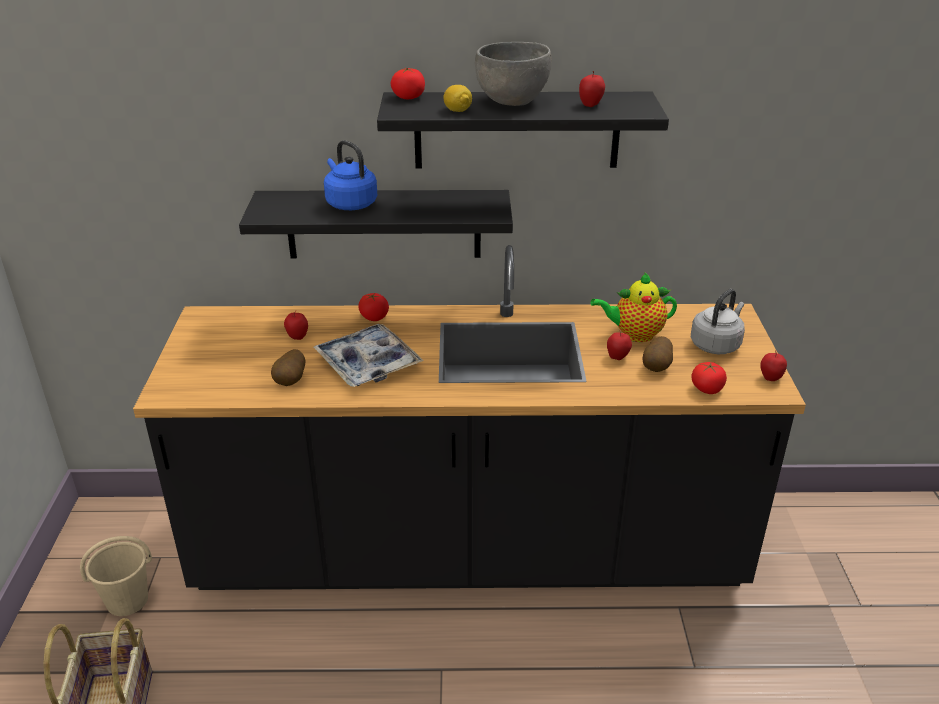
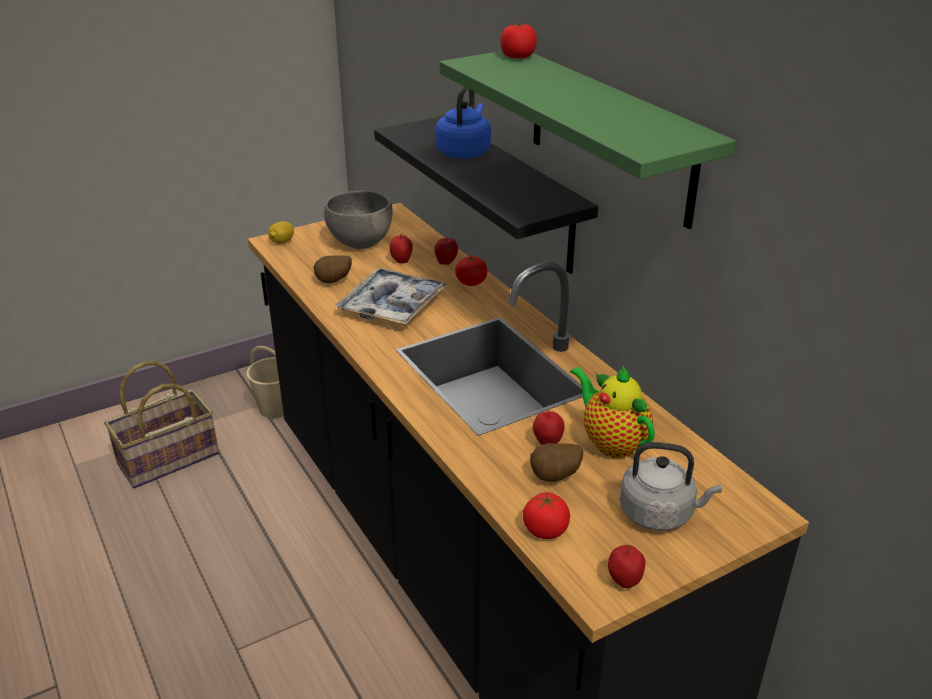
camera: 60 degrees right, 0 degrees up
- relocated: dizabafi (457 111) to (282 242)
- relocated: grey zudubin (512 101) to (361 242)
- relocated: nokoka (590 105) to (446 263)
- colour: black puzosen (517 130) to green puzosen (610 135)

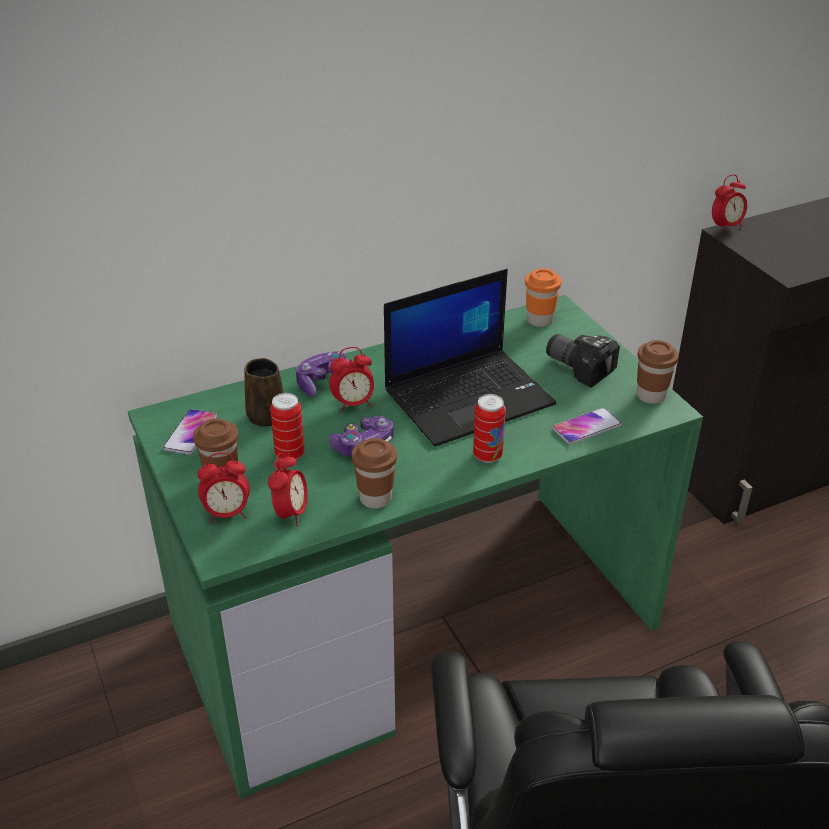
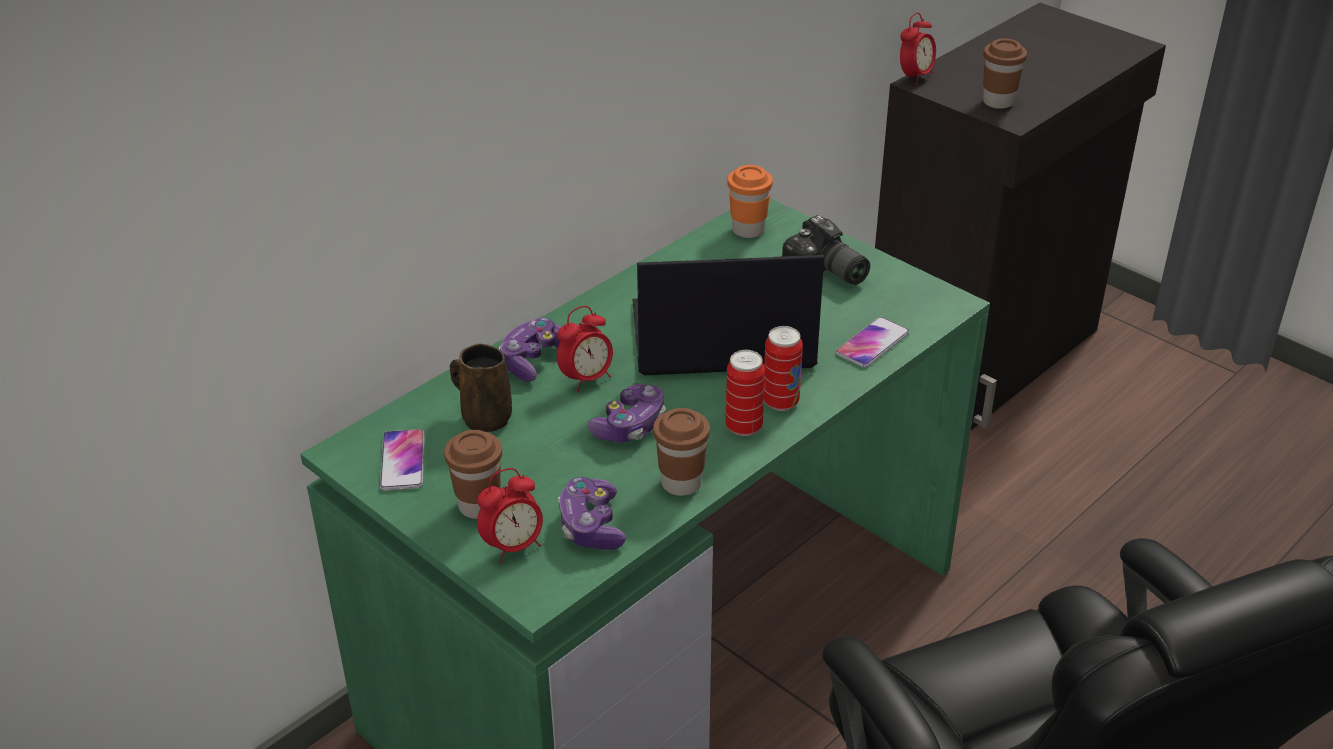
camera: 20 degrees left, 0 degrees up
- relocated: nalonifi (290 454) to (744 427)
- relocated: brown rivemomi (651 396) to (998 102)
- exchanged: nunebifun (291 513) to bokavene (591 526)
- spun: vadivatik (469 396) = (719 338) 135 degrees counterclockwise
- spun: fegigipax (580 366) = (825 274) 150 degrees counterclockwise

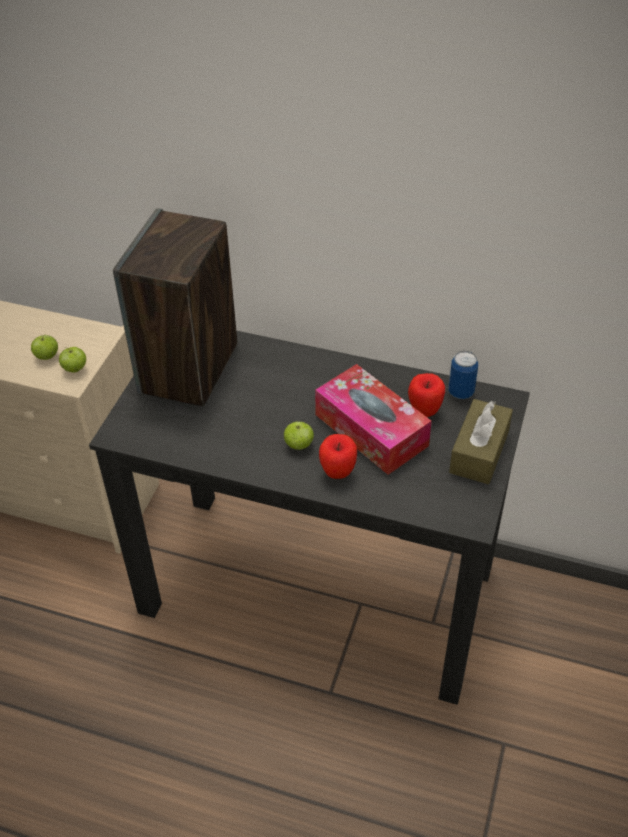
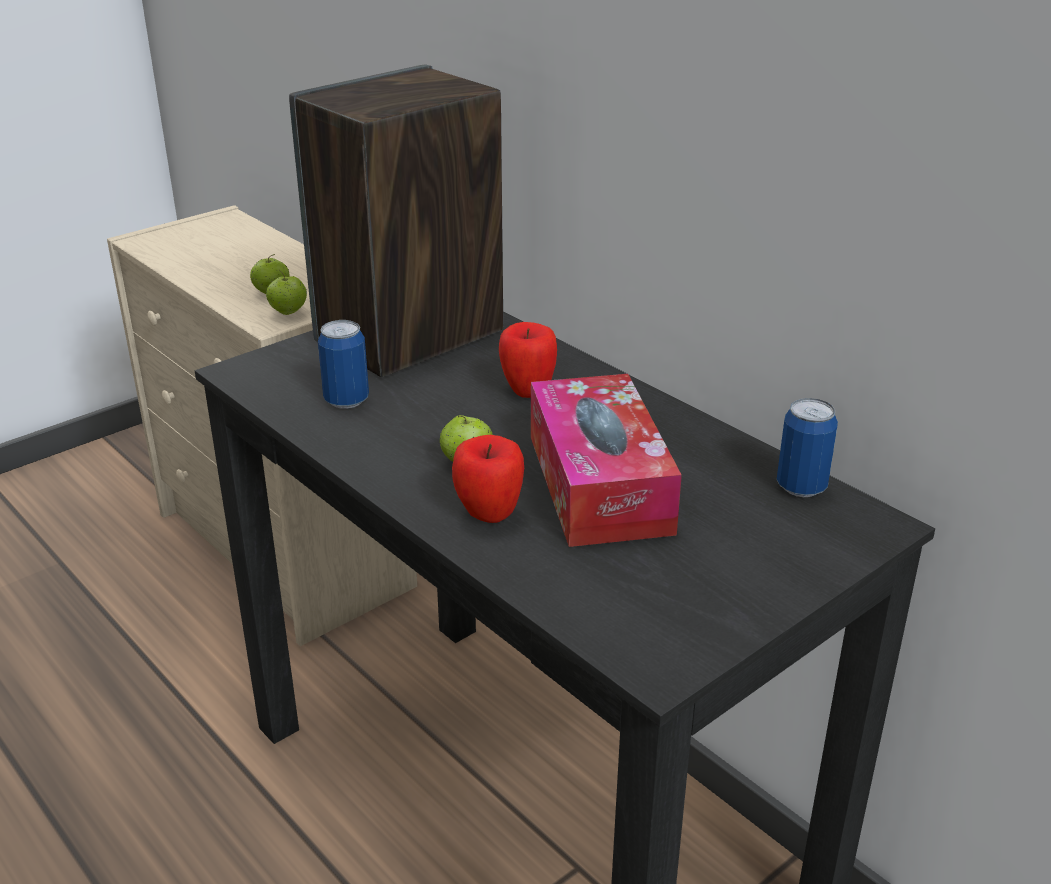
camera: 30 degrees right, 15 degrees down
- missing: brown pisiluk (479 452)
- appeared: nalonifi (346 400)
- relocated: nokoka (424 411) to (527 392)

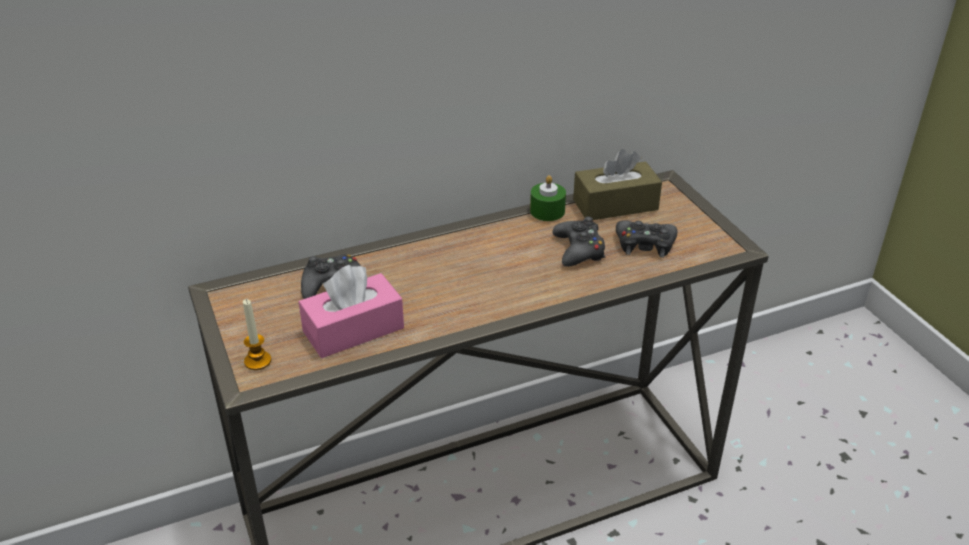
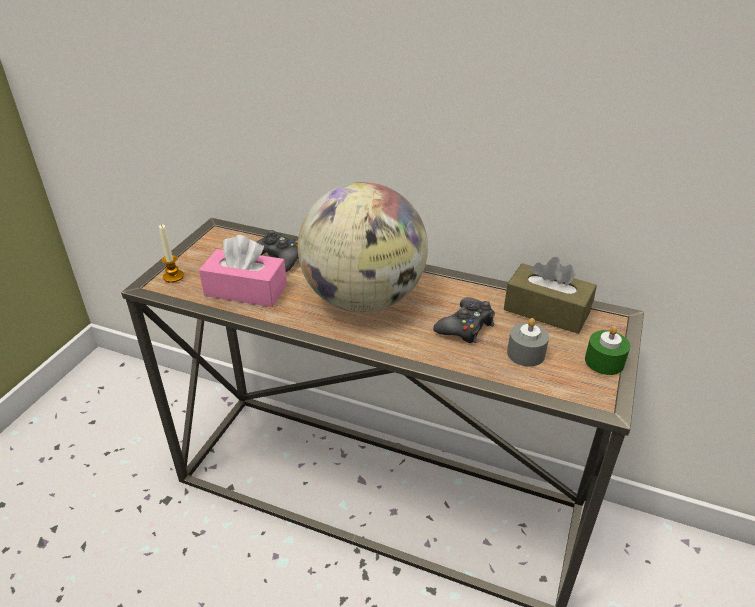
camera: 45 degrees right, 0 degrees up
- appeared: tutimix (364 300)
- relocated: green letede (547 211) to (604 361)
- exchanged: black bokavene (645 244) to grey letede (526 353)

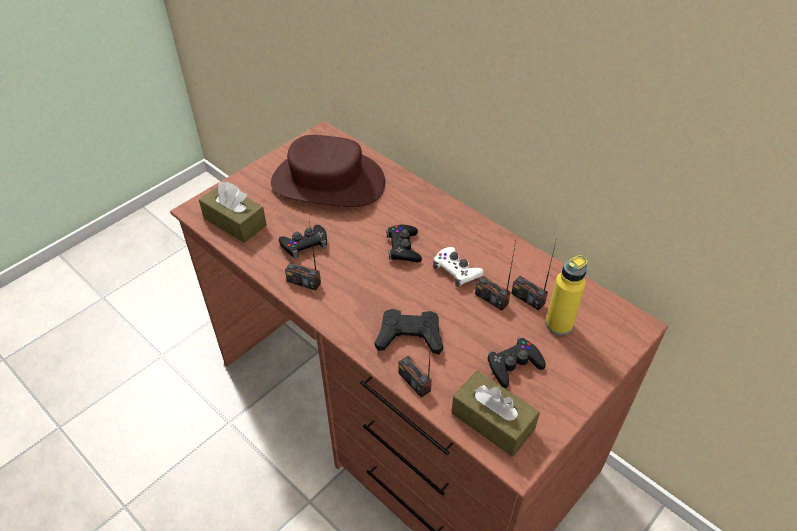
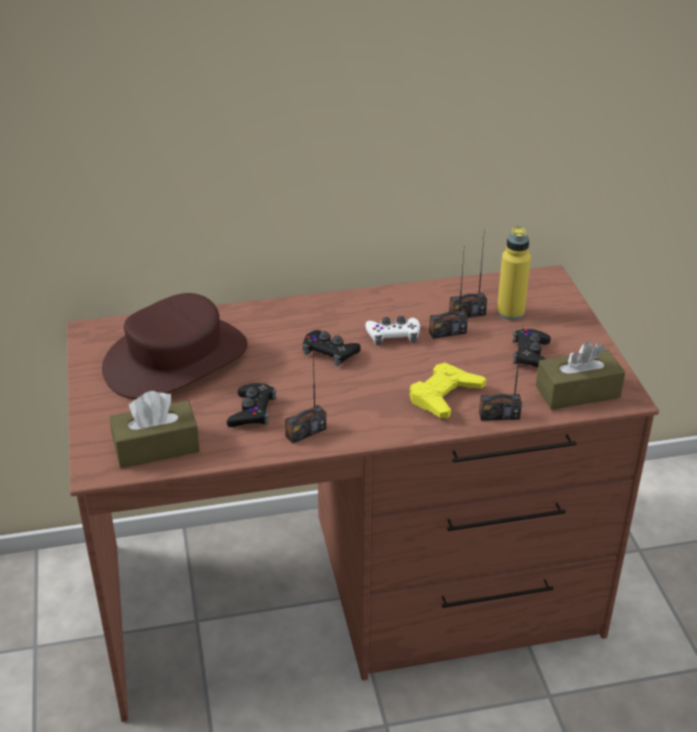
camera: 55 degrees left, 10 degrees down
- colour: black bokavene (409 336) to yellow bokavene (444 396)

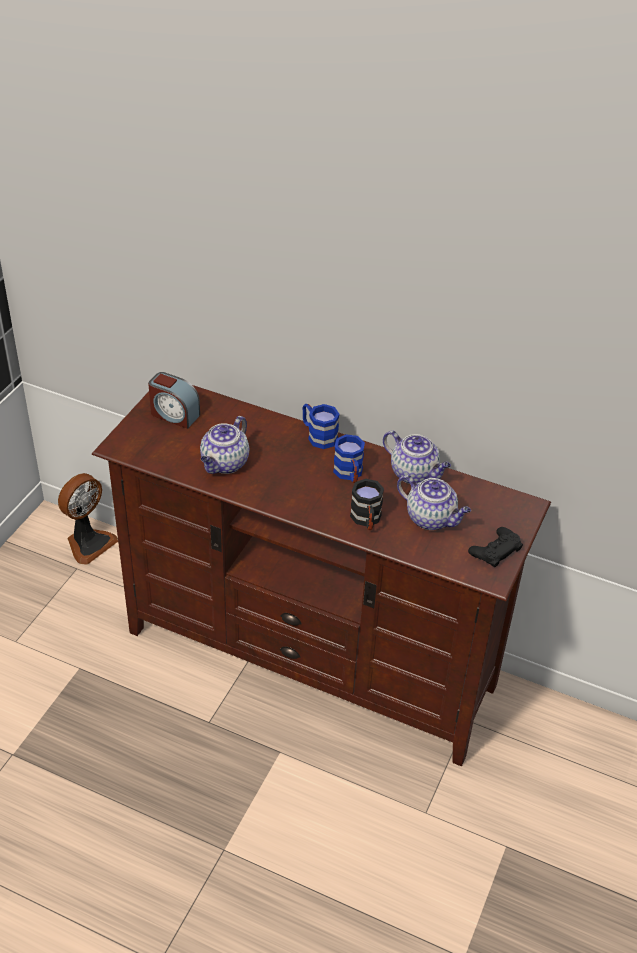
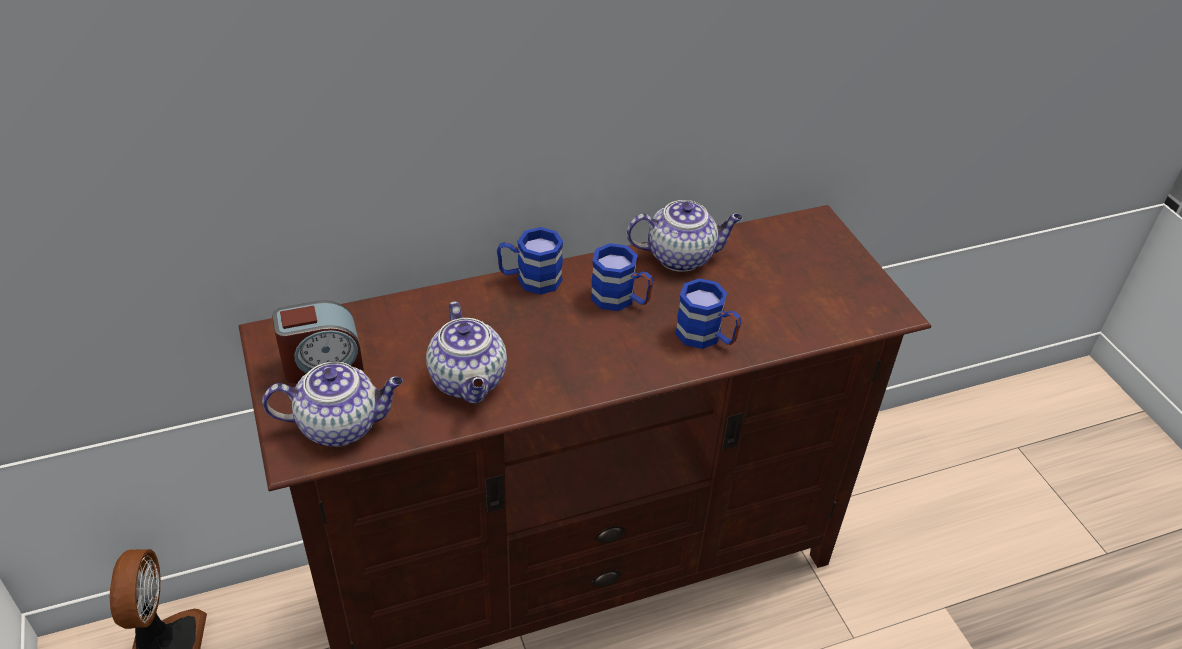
camera: 45 degrees left, 0 degrees up
- missing: black bokavene (495 550)
- relocated: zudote (431 519) to (341 425)
- colour: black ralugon (366 520) to blue ralugon (706 337)

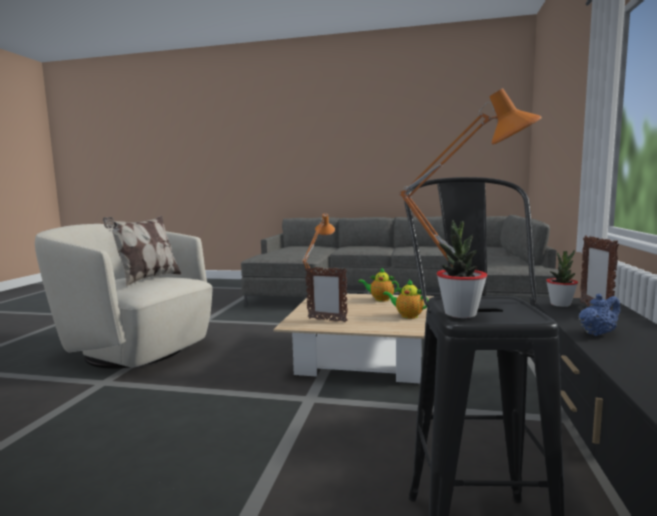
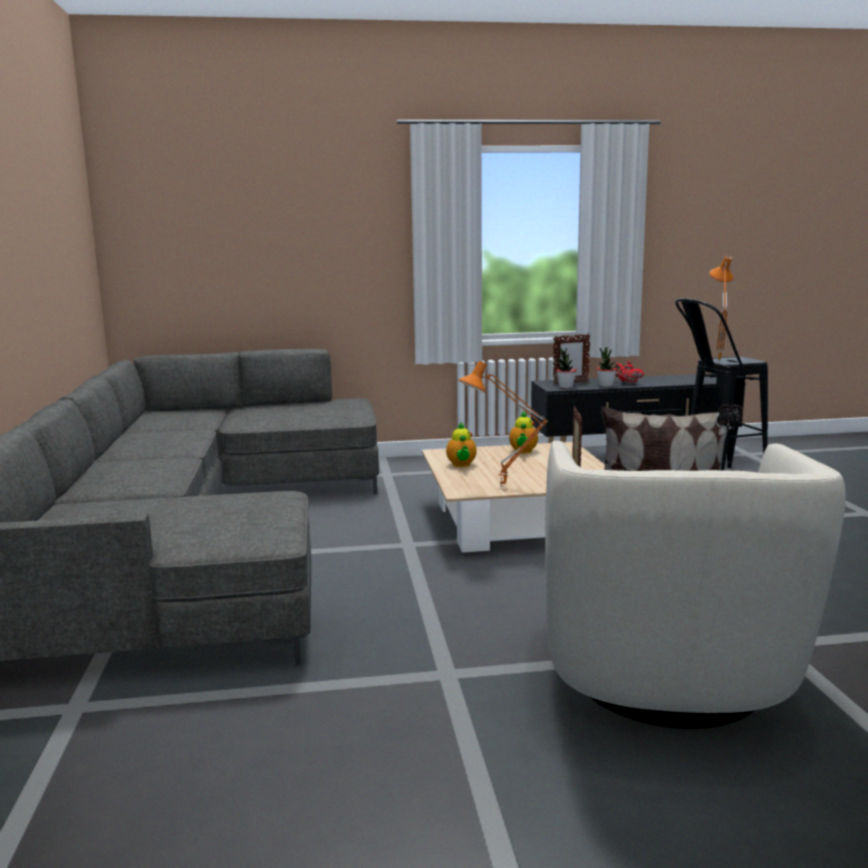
camera: 110 degrees left, 5 degrees up
- relocated: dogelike (460 314) to (606 386)
- colour: blue zudote (597 333) to red zudote (627 384)

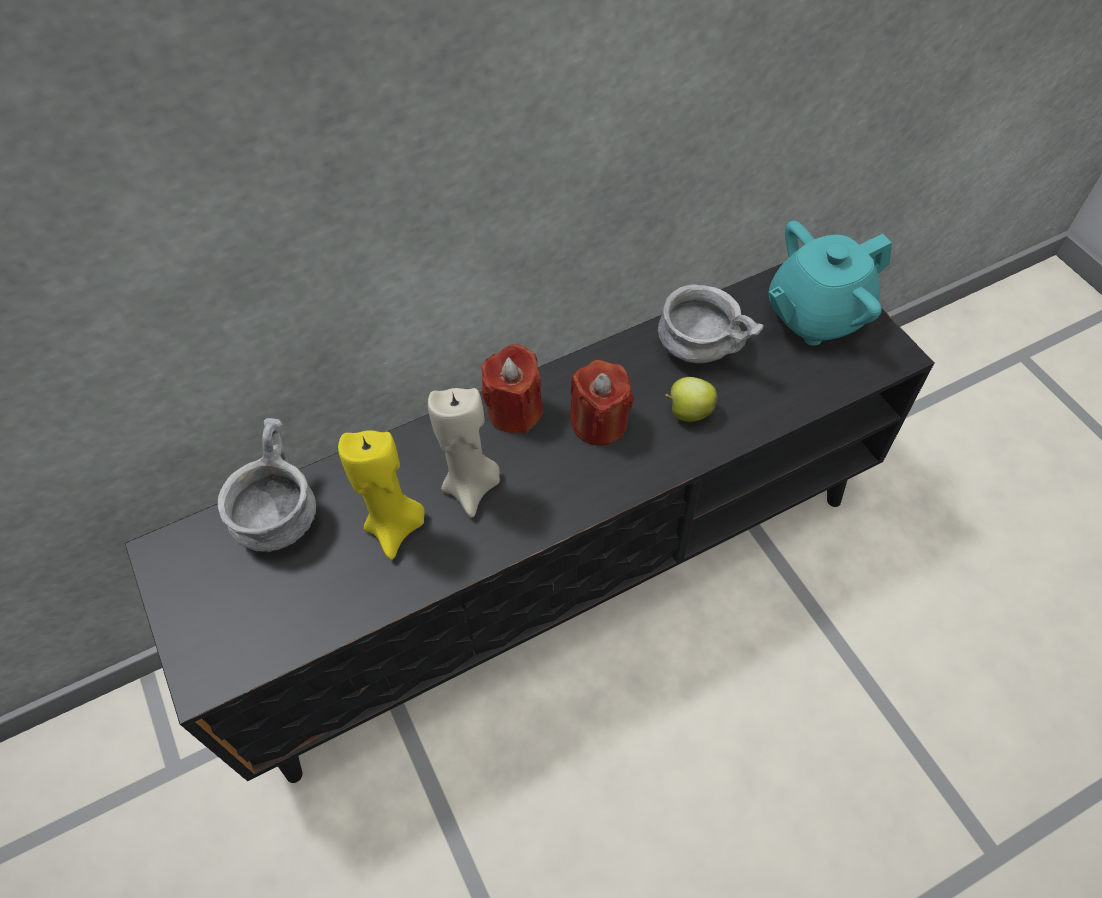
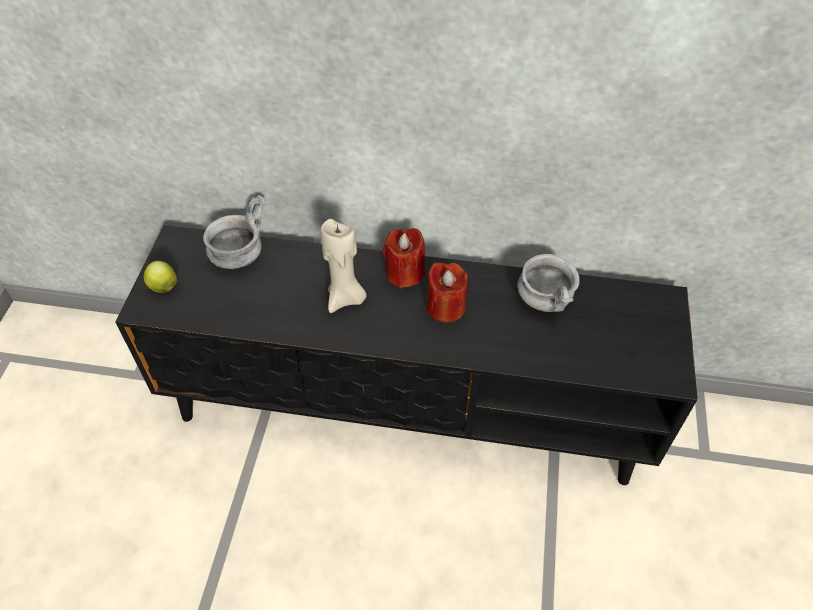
camera: 35 degrees right, 5 degrees down
- missing: yellow letede (396 527)
- missing: turquoise zudote (815 315)
- relocated: nokoka (688 412) to (163 286)

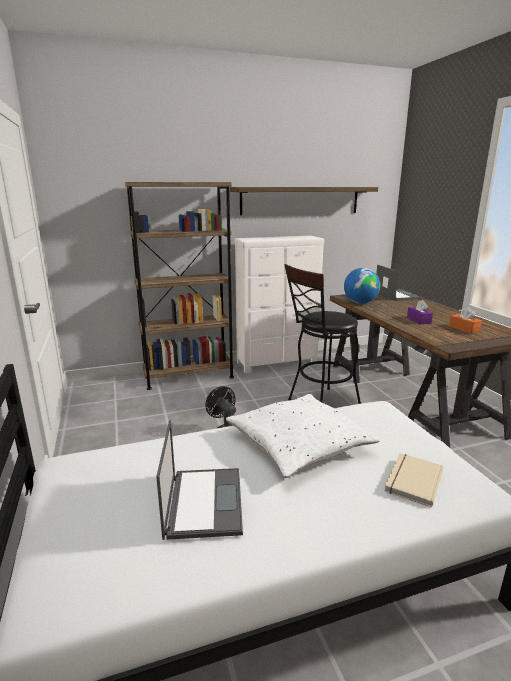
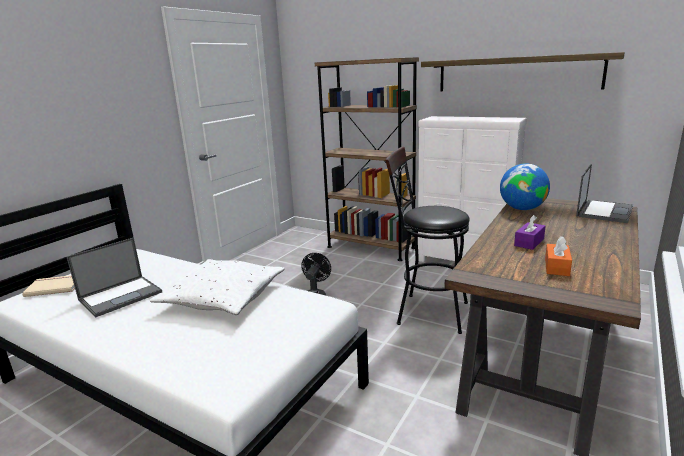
camera: 50 degrees right, 0 degrees up
- relocated: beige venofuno (411 480) to (55 286)

